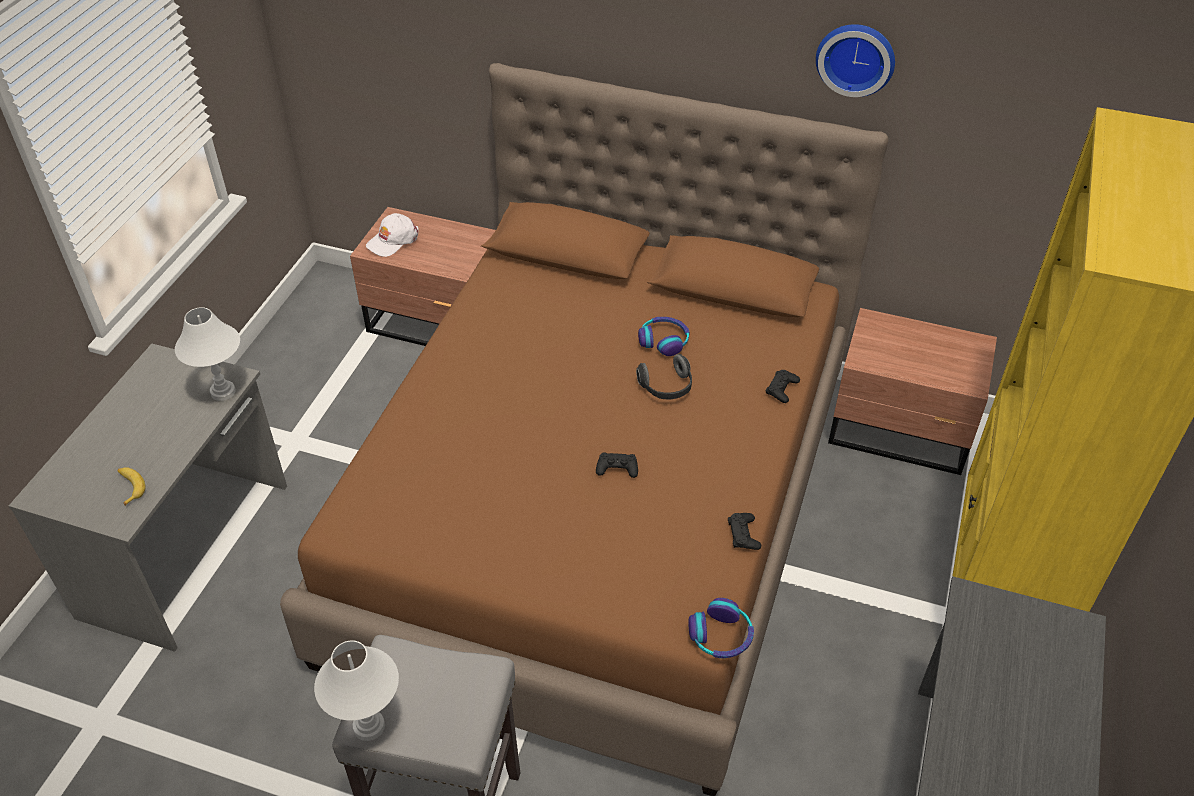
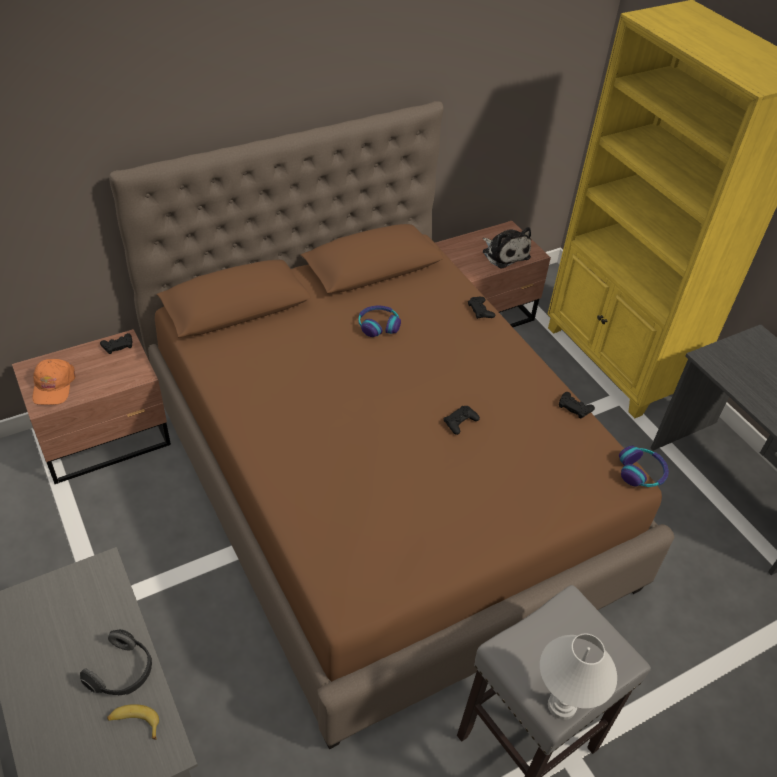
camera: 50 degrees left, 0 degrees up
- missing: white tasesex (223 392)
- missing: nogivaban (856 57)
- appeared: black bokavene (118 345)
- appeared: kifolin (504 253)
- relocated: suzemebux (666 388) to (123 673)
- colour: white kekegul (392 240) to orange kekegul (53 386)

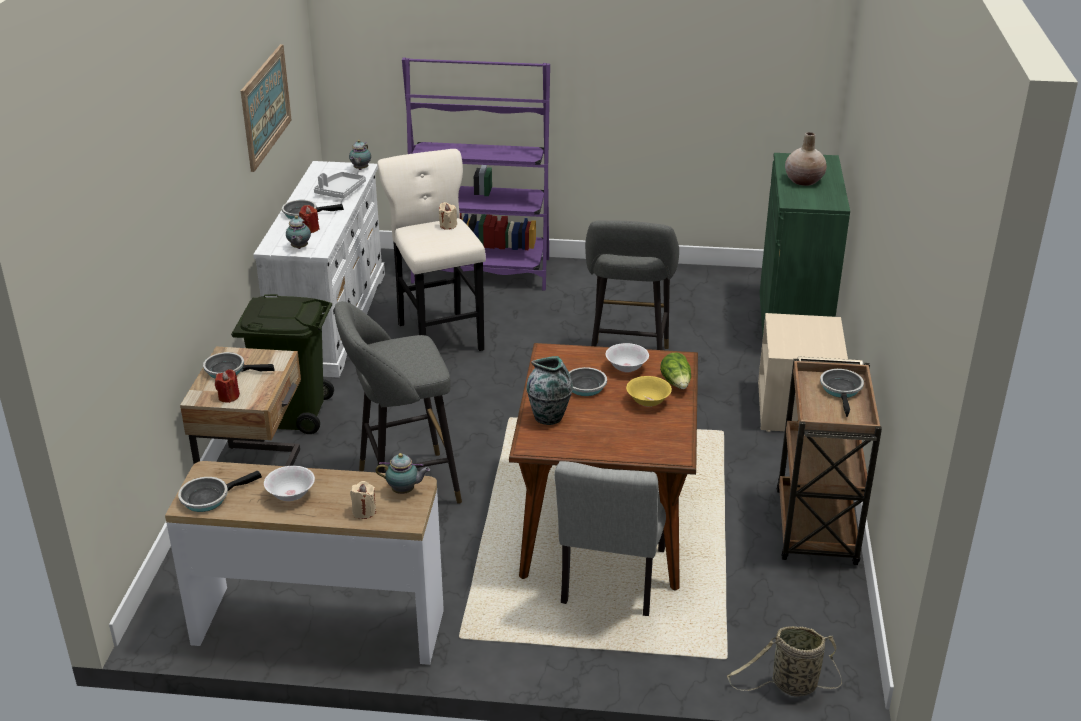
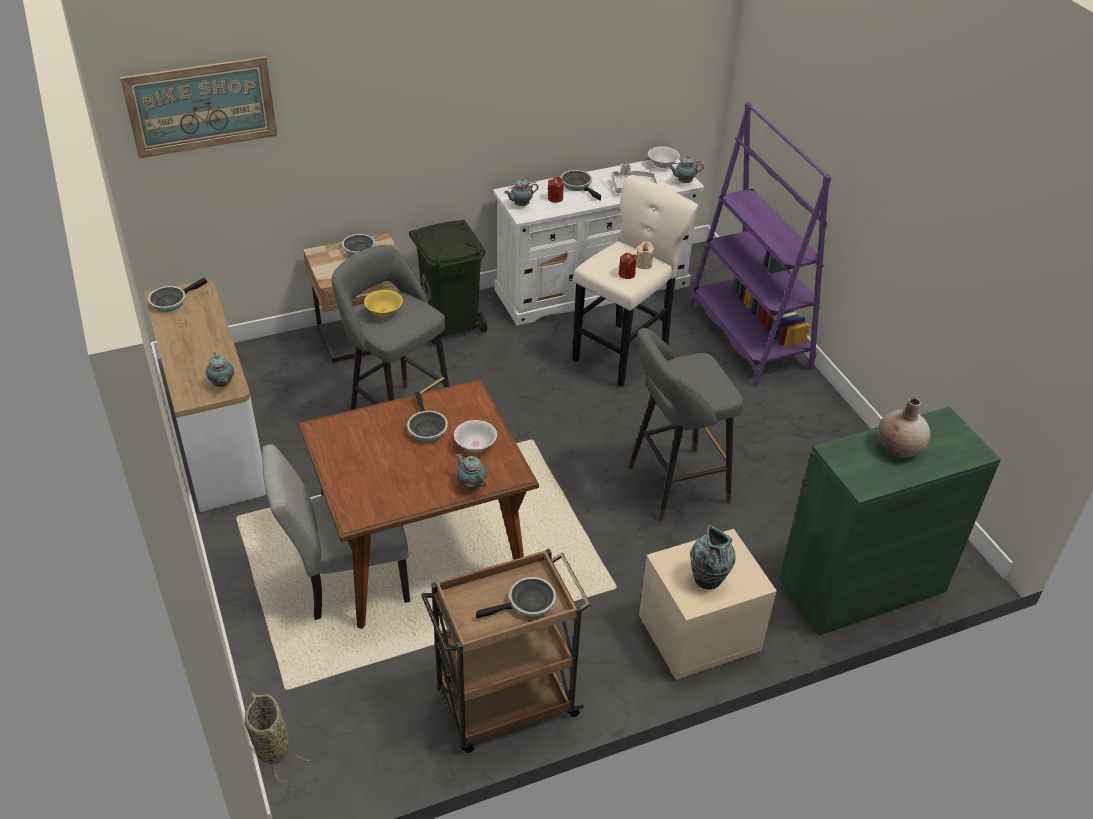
camera: 60 degrees right, 10 degrees up
- missing: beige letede (364 511)
- relocated: red letede (228 397) to (626 274)
- relocated: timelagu (265 106) to (201 106)
- relocated: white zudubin (290 495) to (662 164)
- relocated: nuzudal (549 417) to (708 579)
- relocated: yellow zudubin (648 402) to (384 312)
- exchanged: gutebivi (676 383) to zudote (471 485)
- spun: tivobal (209 498) = (171 301) 75 degrees counterclockwise

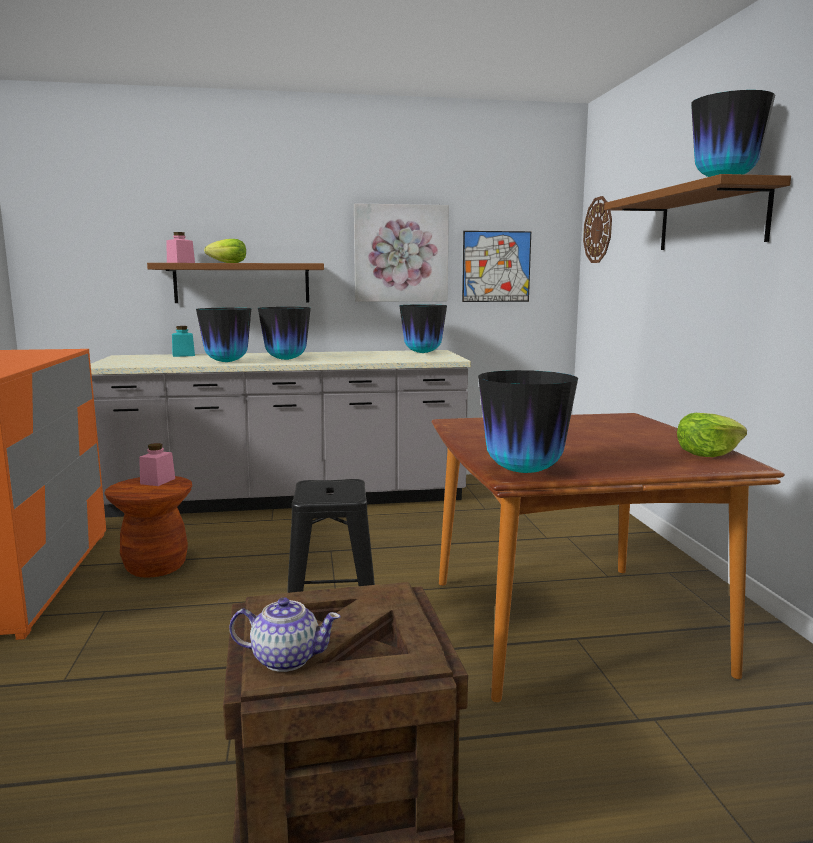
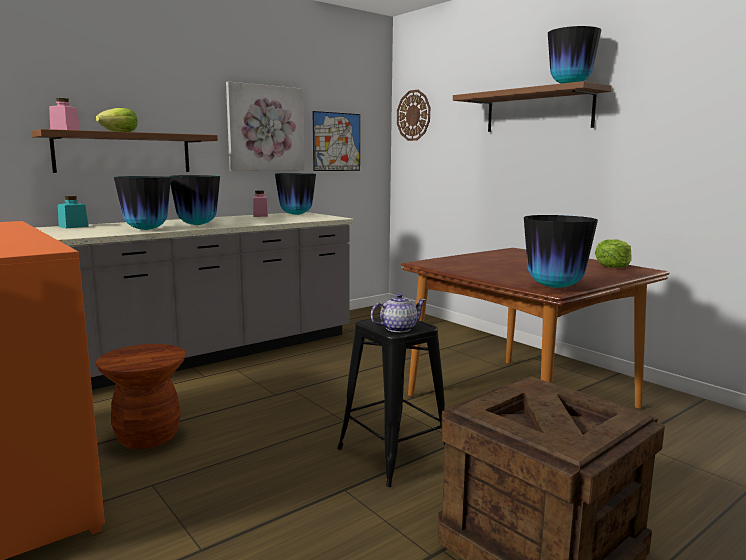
camera: 30 degrees left, 0 degrees up
- relocated: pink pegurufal (158 481) to (260 216)
- relocated: zudote (285 659) to (397 328)

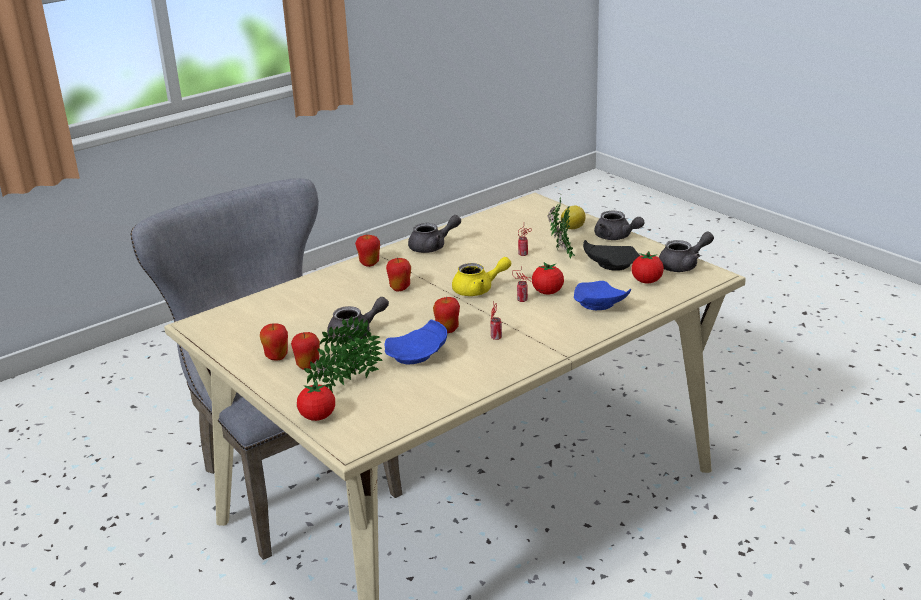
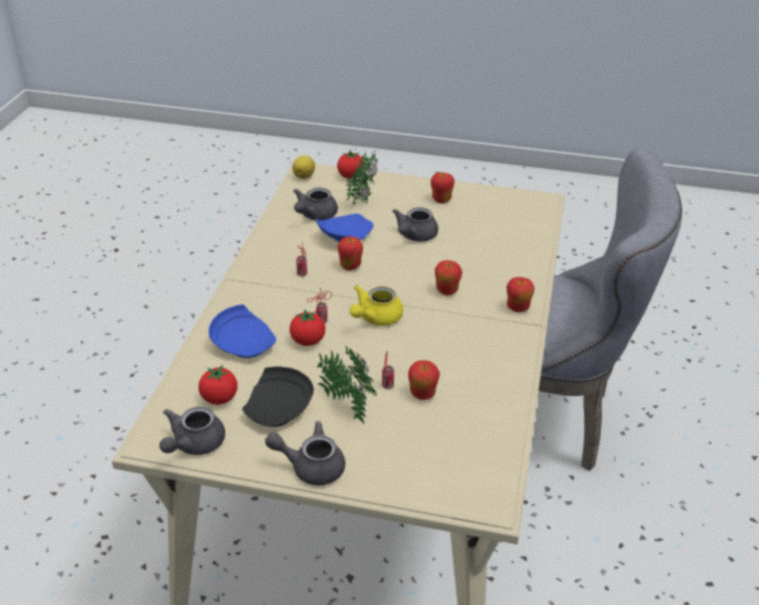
camera: 140 degrees right, 10 degrees up
- relocated: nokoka (308 366) to (422 394)
- relocated: grey zudote (433 247) to (314 215)
- relocated: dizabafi (572 228) to (304 176)

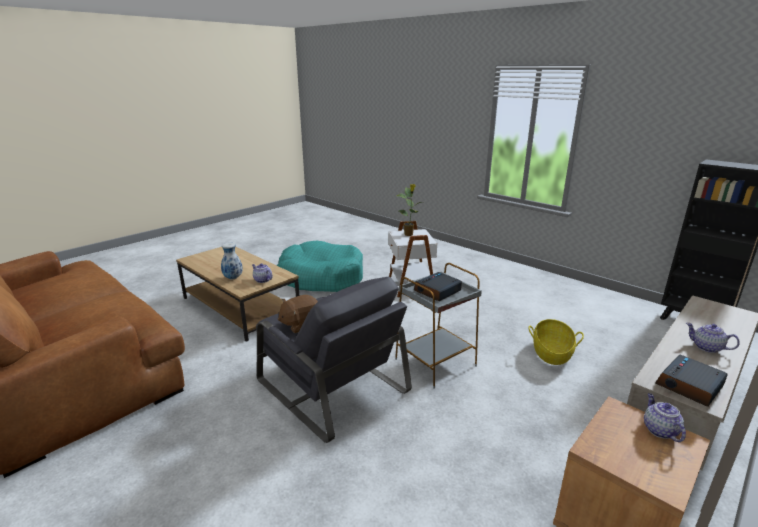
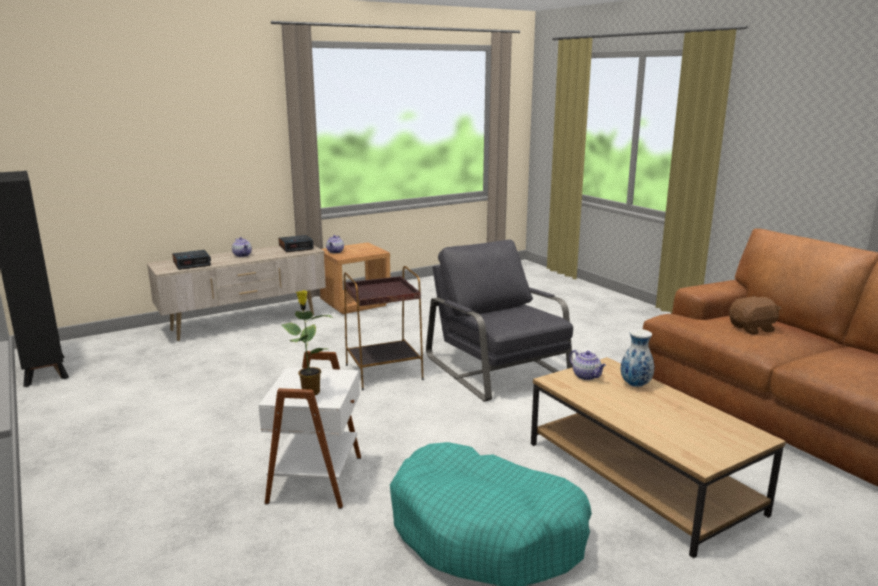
camera: 165 degrees left, 5 degrees down
- missing: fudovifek (551 353)
- relocated: brown kifolin (301 324) to (752 329)
- relocated: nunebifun (437 291) to (192 264)
- colour: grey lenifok (434 362) to brown lenifok (384 372)

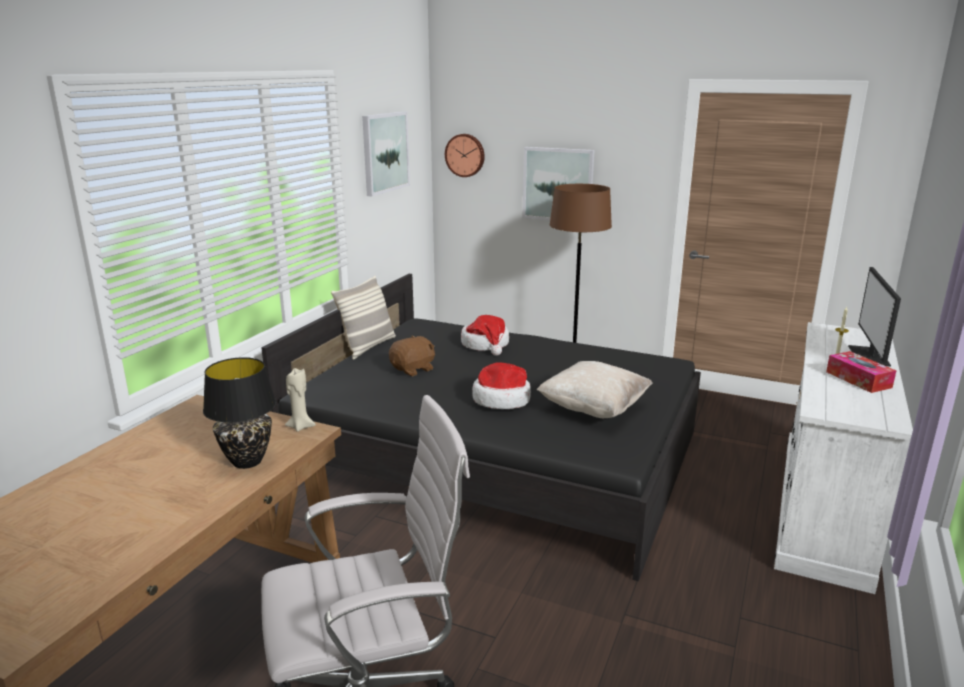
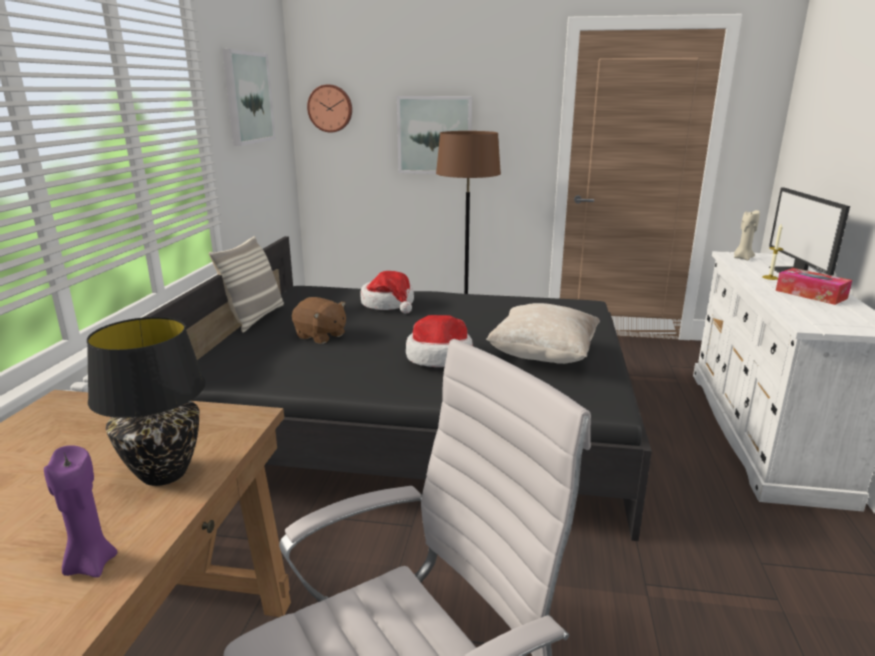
camera: 15 degrees left, 0 degrees up
- appeared: purple letede (90 564)
- relocated: beige letede (300 426) to (742 258)
- spun: brown kifolin (413 369) = (320 336) 90 degrees clockwise

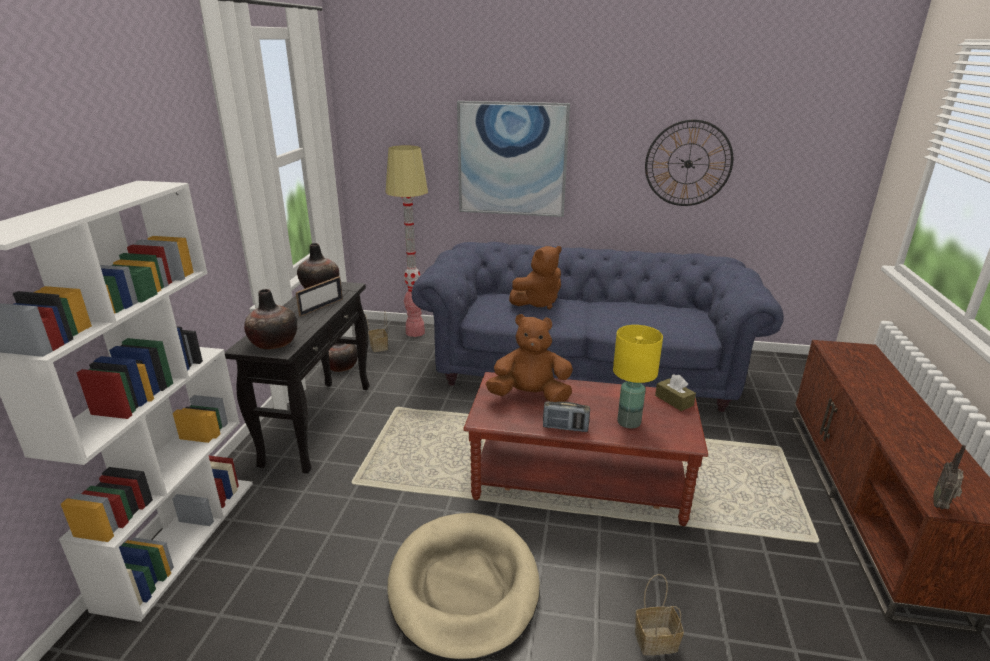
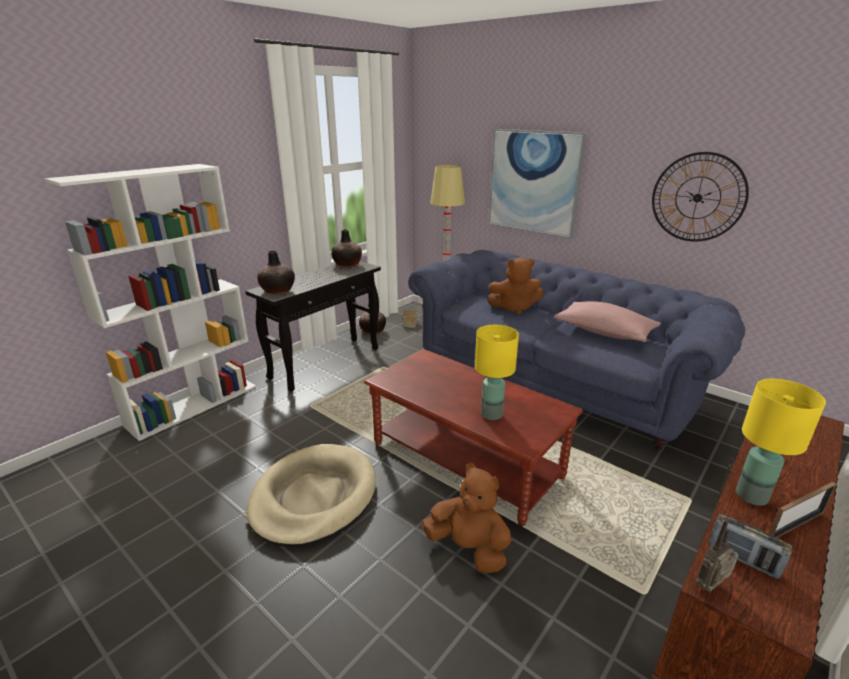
camera: 30 degrees right, 0 degrees up
- missing: fudovifek (654 642)
- missing: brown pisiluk (674 400)
- appeared: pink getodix (604 332)
- appeared: yellow tasesex (751 495)
- relocated: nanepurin (321 307) to (795 525)
- relocated: brown kifolin (530 396) to (468 548)
- relocated: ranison (565 428) to (742 559)

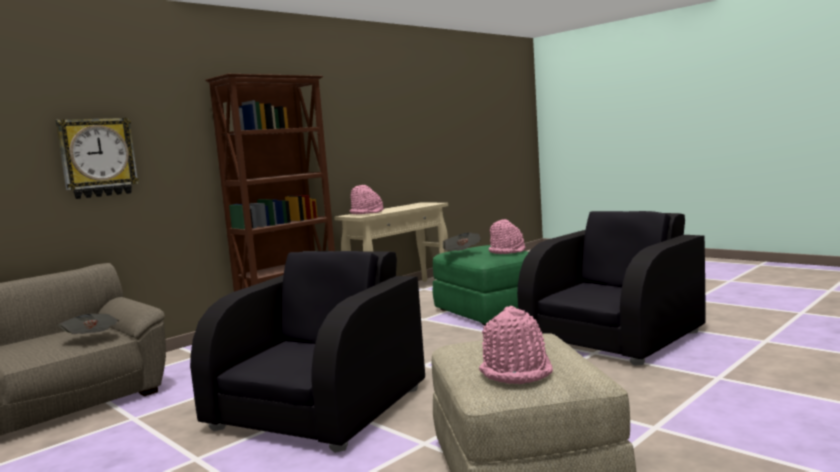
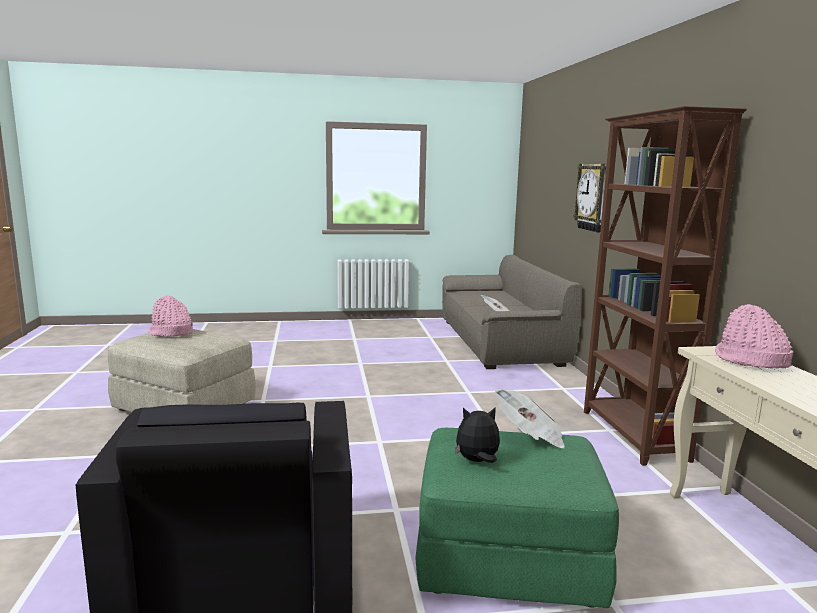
camera: 125 degrees right, 5 degrees up
- missing: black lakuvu (320 408)
- exchanged: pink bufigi (507 251) to kifolin (477 461)

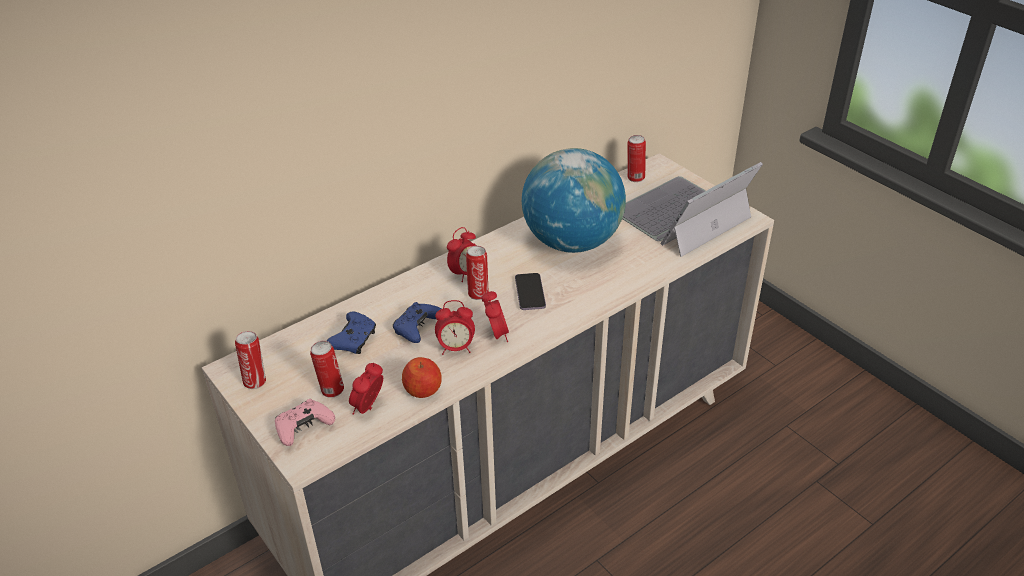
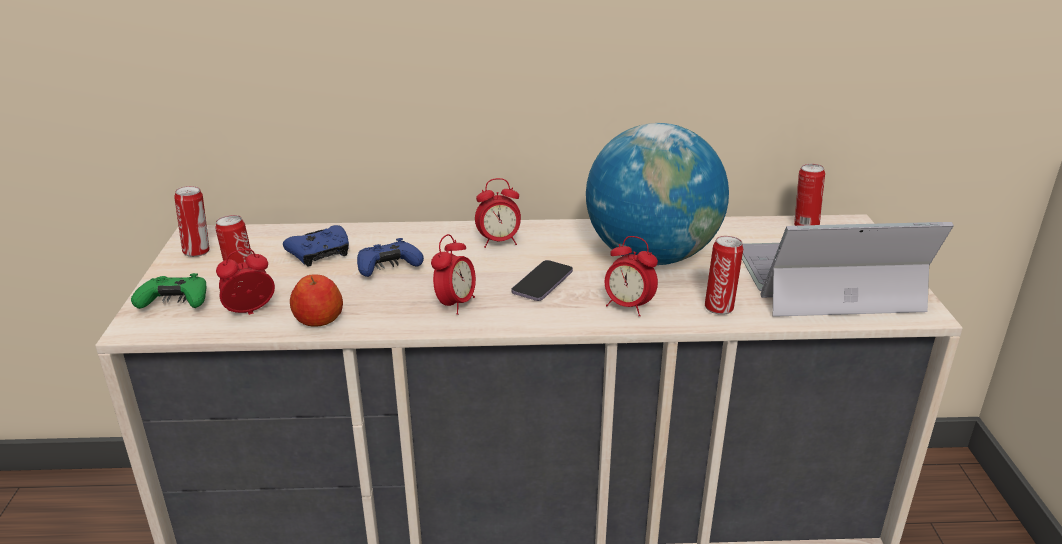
camera: 35 degrees right, 10 degrees down
- relocated: nunebifun (456 348) to (628 307)
- relocated: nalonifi (478 293) to (719 307)
- colour: pink bokavene (303 428) to green bokavene (176 303)

